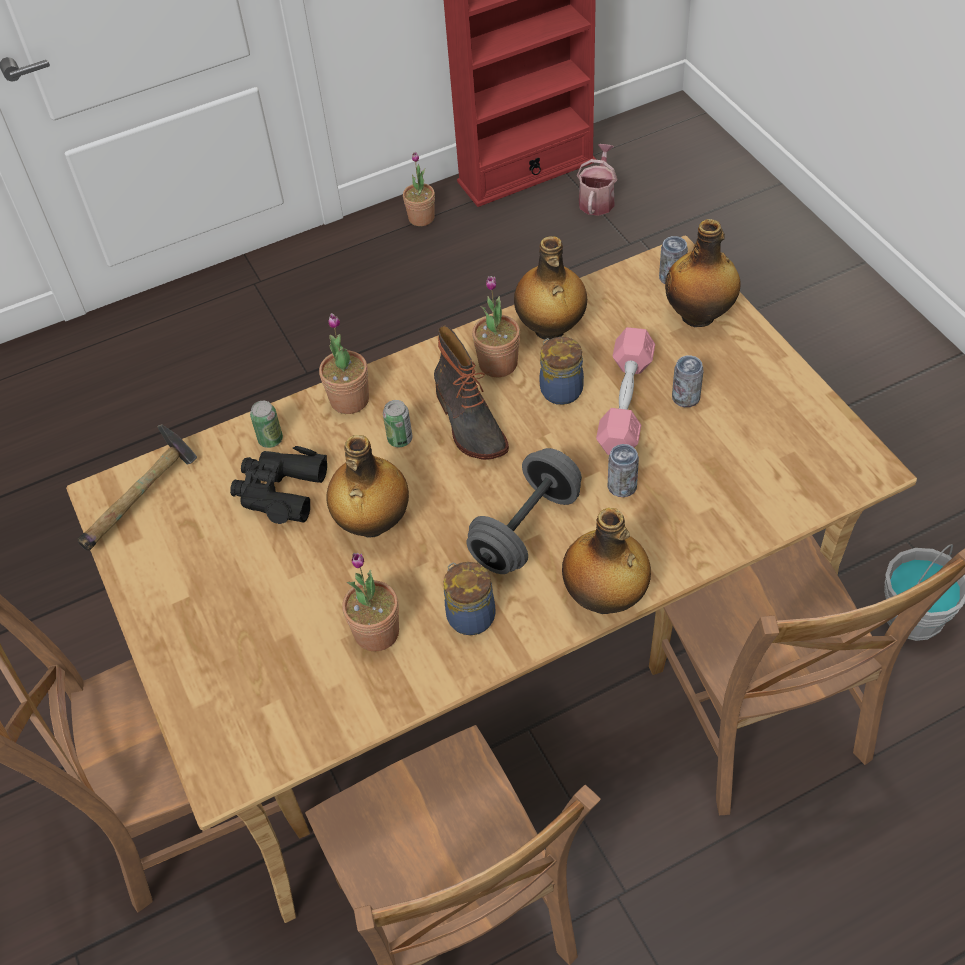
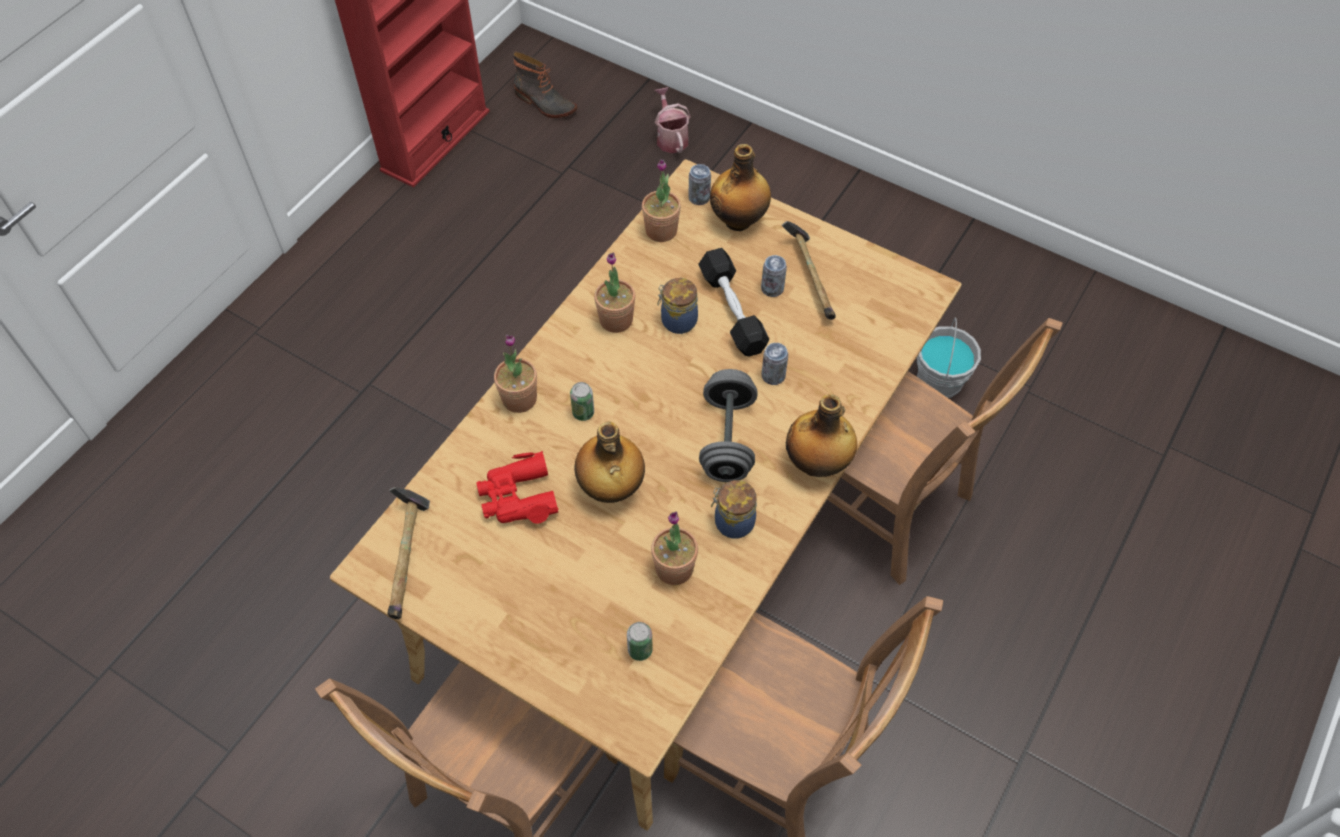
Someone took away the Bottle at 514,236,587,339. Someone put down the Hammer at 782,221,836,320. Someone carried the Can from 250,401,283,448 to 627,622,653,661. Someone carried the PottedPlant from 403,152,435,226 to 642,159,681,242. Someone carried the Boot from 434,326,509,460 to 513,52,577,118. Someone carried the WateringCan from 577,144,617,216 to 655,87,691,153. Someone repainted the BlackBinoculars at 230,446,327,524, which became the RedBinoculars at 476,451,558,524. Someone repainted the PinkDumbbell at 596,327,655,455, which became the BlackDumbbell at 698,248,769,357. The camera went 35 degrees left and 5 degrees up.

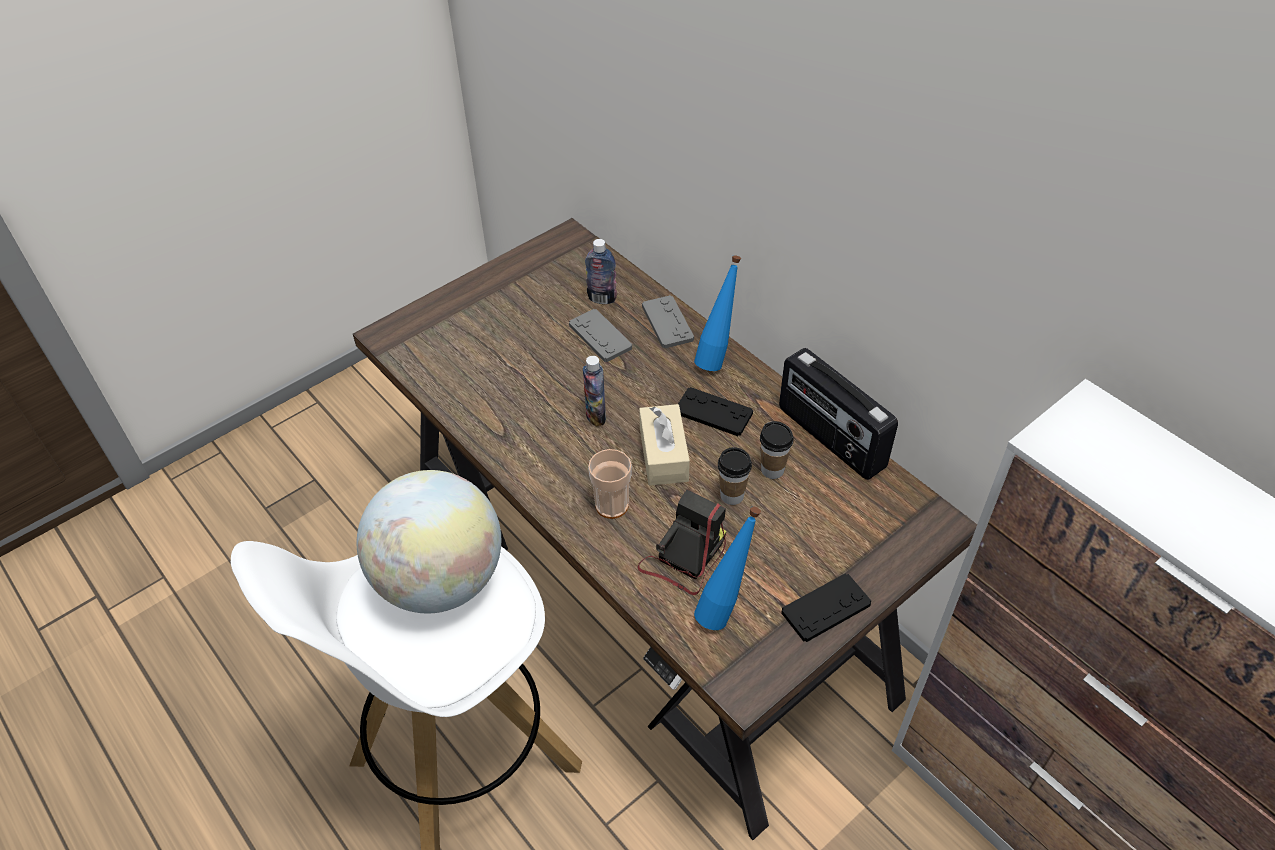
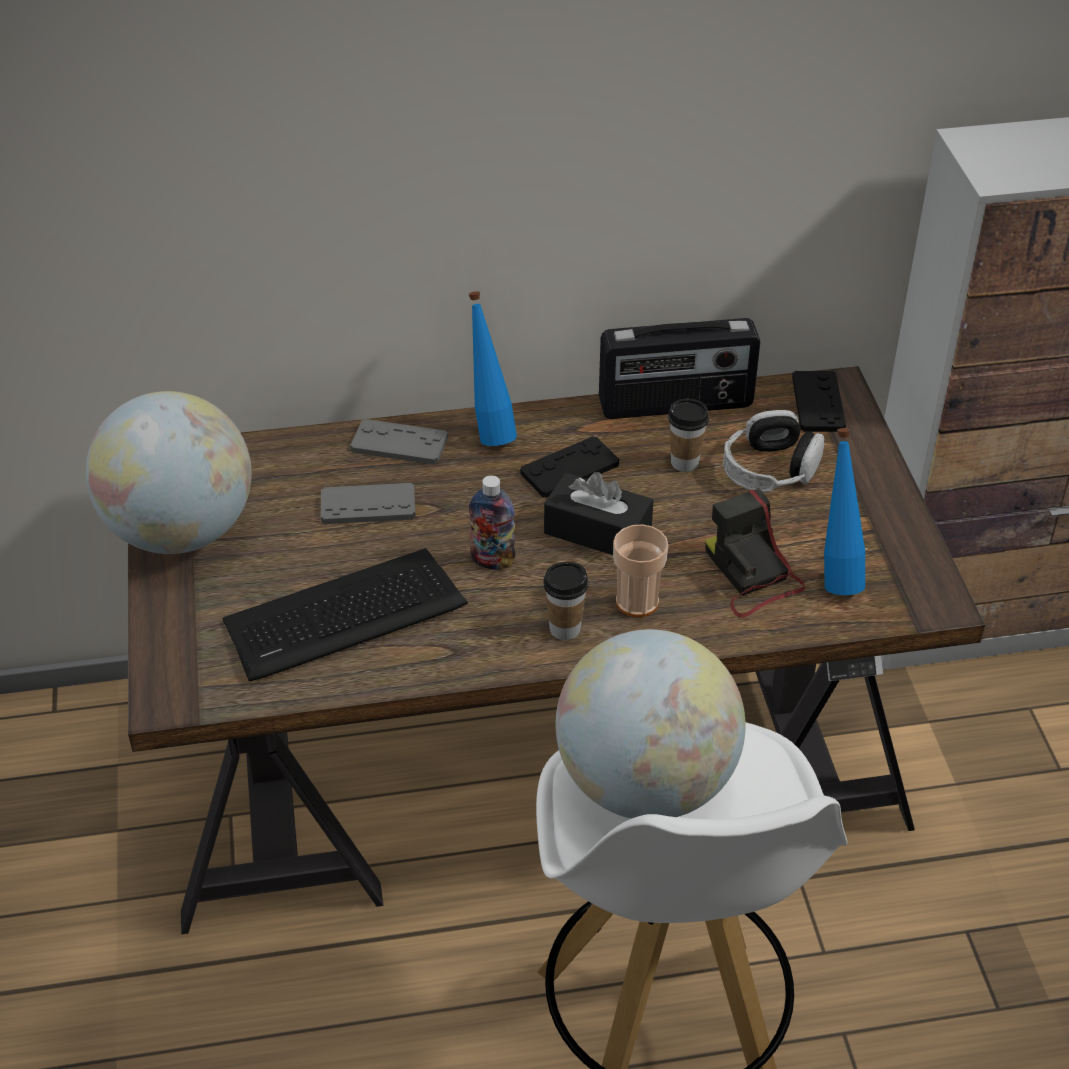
Someone took away the Bottle at 585,239,617,304. Someone put down the Globe at 86,391,252,554. Someone put down the Keyboard at 222,548,468,681. Someone put down the Headphones at 723,410,824,493. Someone carried the Cup from 718,447,752,505 to 543,562,588,640. Someone carried the BlackGameController from 781,573,871,642 to 792,371,846,432. Someone repainted the BeigeTissueBox at 639,404,690,486, which became the BlackTissueBox at 544,472,654,555. The camera went 60 degrees left and 5 degrees down.

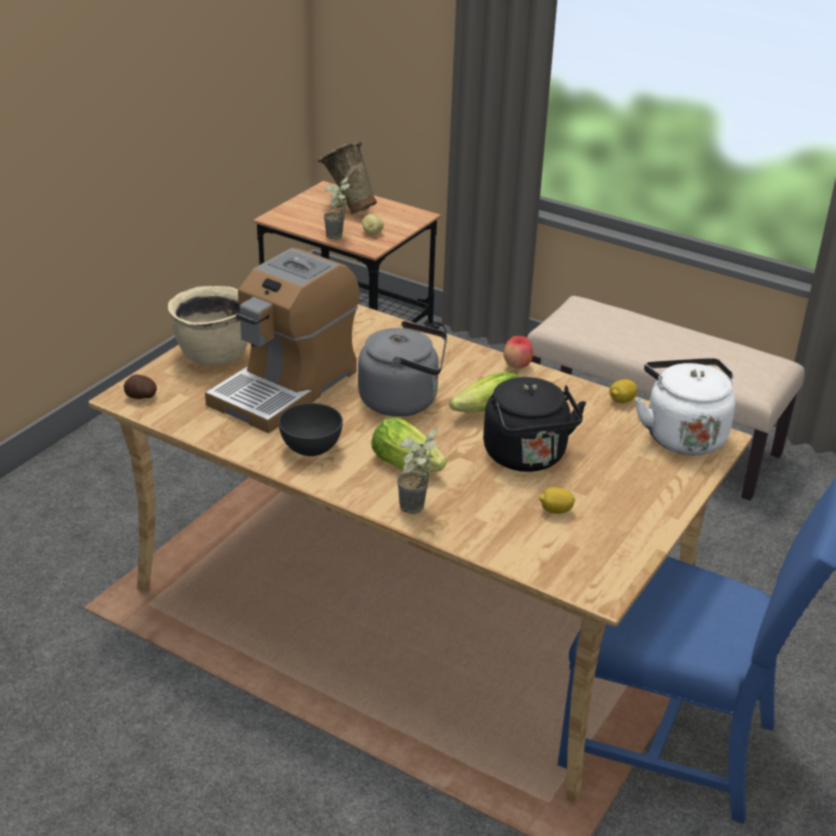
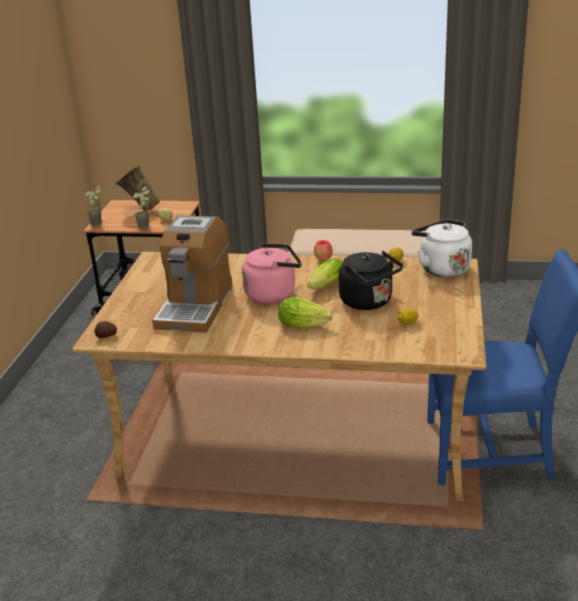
Someone took away the BeigeCookingPot at 168,286,248,366. Someone took away the GreyBowl at 278,403,343,456. Someone carried the PottedPlant from 397,428,437,514 to 85,185,102,227. Someone repainted the GreyKettle at 358,321,447,417, which became the PinkKettle at 242,243,302,304. The camera went 20 degrees left and 5 degrees down.

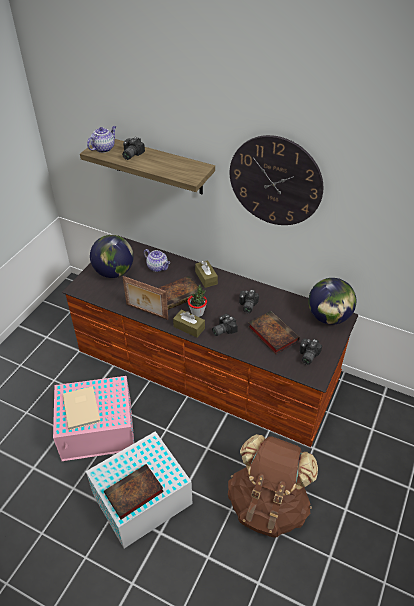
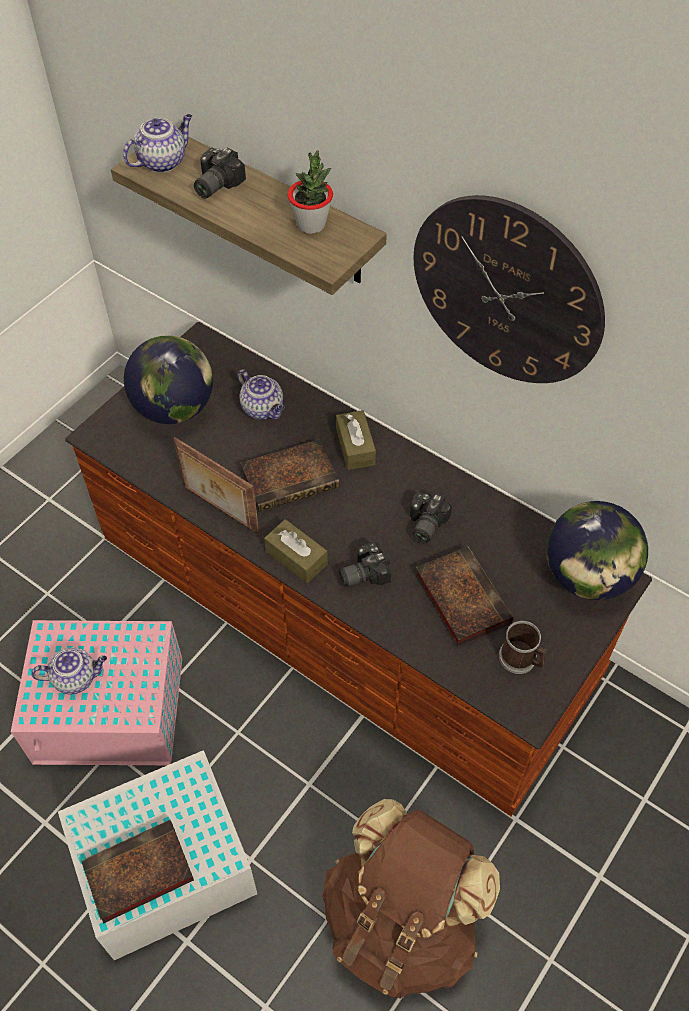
Someone carried the PottedPlant from 188,285,207,317 to 288,150,333,234. Someone swapped the BeigeBook at 63,386,101,430 for the Teapot at 31,647,107,694. Someone swapped the PhotoCamera at 299,339,322,365 for the Mug at 499,621,547,674. The camera went 10 degrees right and 10 degrees up.

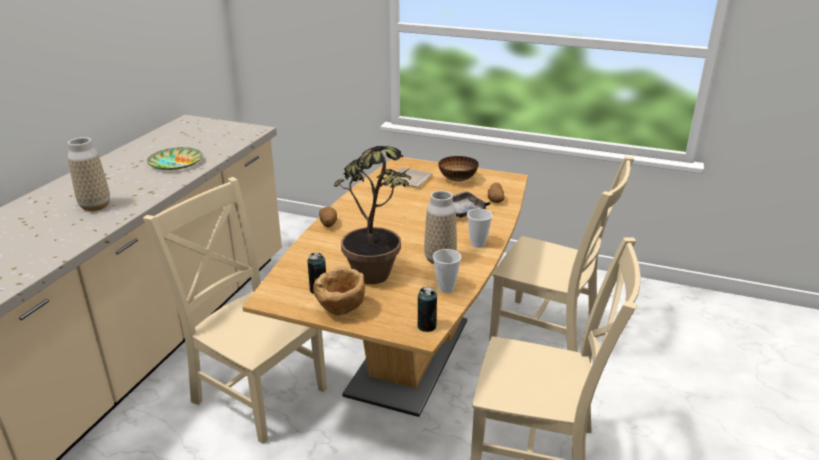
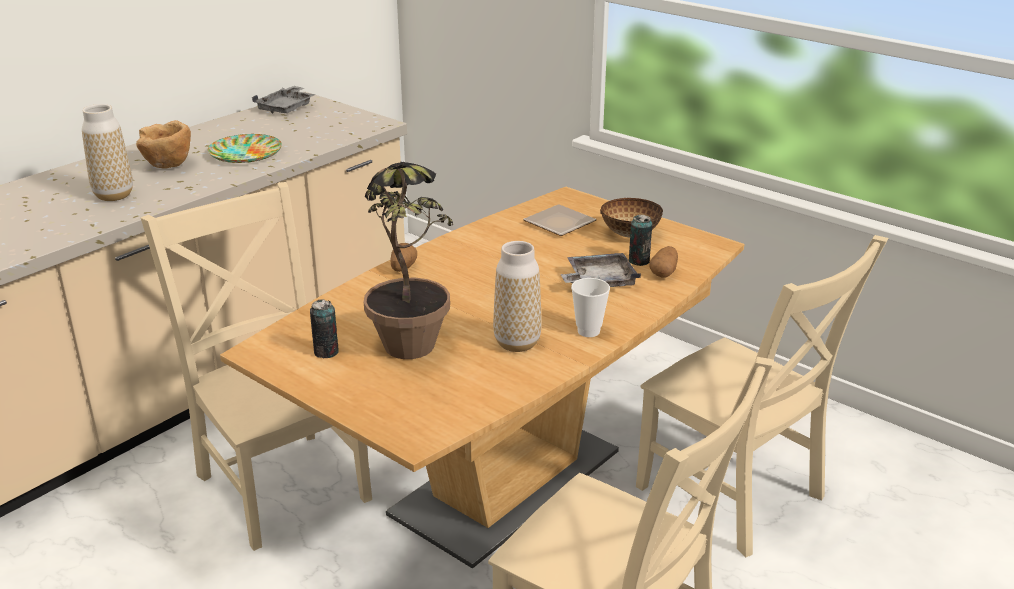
Someone took away the Cup at 433,249,461,293. Someone put down the GreyTray at 252,86,316,114. Someone carried the BrownBowl from 313,266,365,316 to 136,120,191,169. Someone carried the Can from 418,287,437,332 to 628,215,652,266. The camera went 20 degrees right and 0 degrees up.

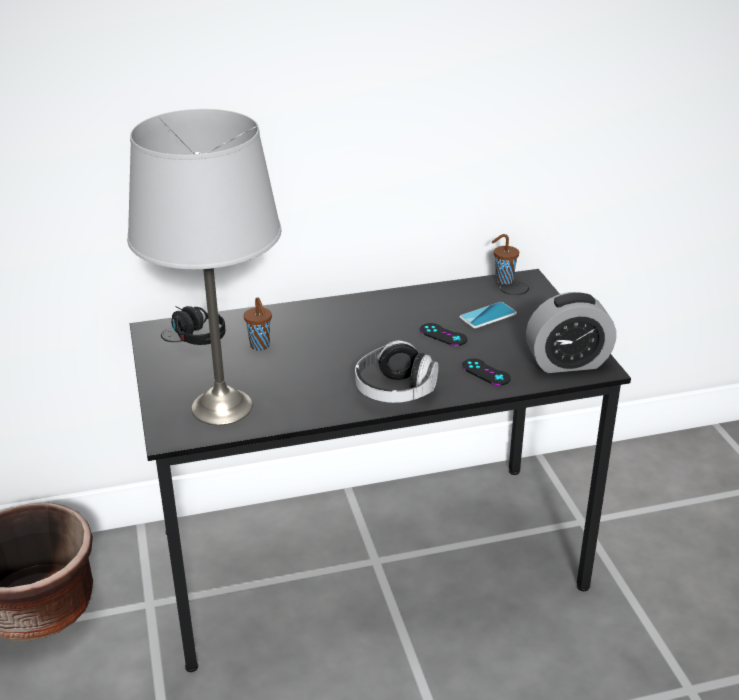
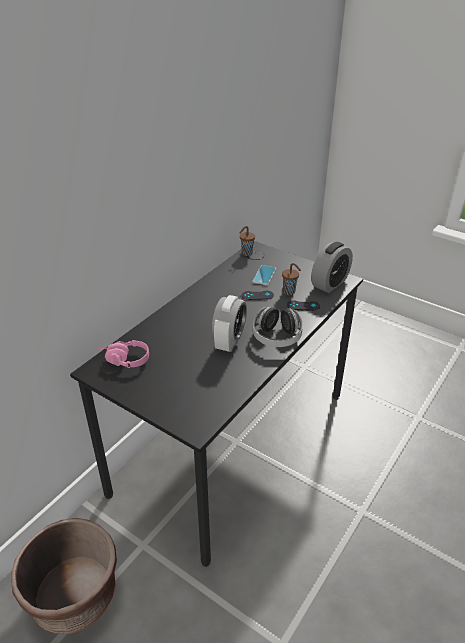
Someone took away the GreyTableLamp at 127,109,281,425. Someone put down the AlarmClock at 212,295,247,352. Someone carried the BrownCup from 244,297,272,351 to 282,263,301,295. Someone repainted the BlackHeadphones at 171,306,225,345, which became the PinkHeadphones at 97,340,149,368. The camera went 40 degrees left and 5 degrees up.

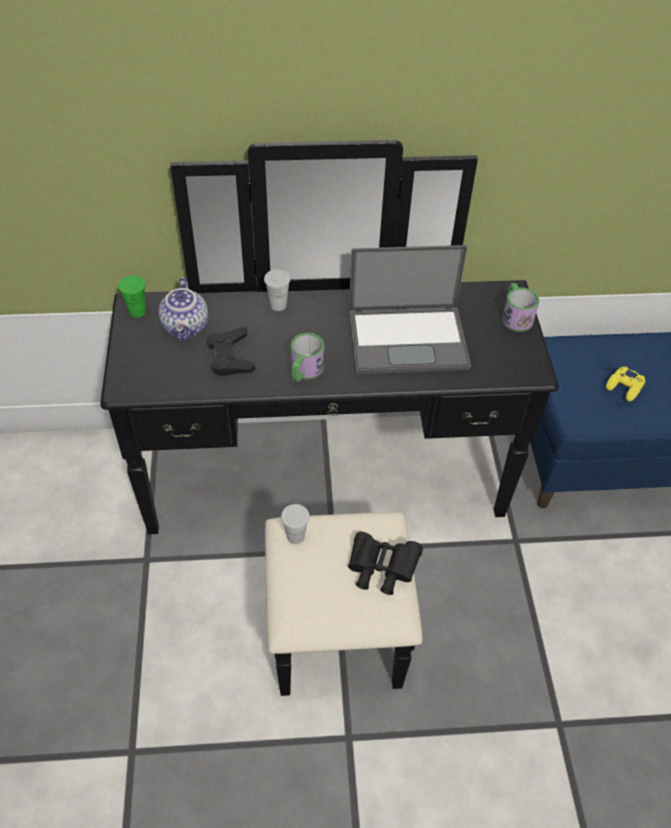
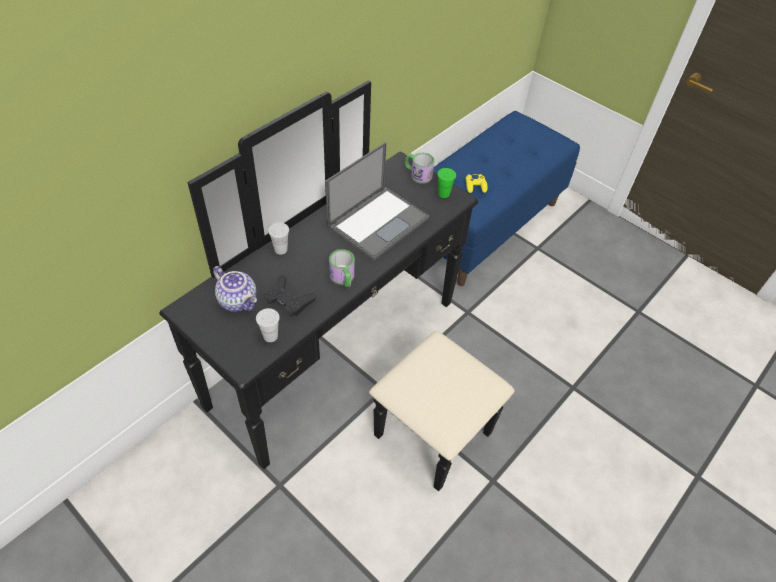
Someone took away the BlackBinoculars at 348,532,423,595. Someone carried the GreenCup from 118,276,146,318 to 437,168,456,198. Someone carried the WhiteCup from 281,504,310,544 to 256,308,280,342. The camera went 45 degrees left and 0 degrees up.

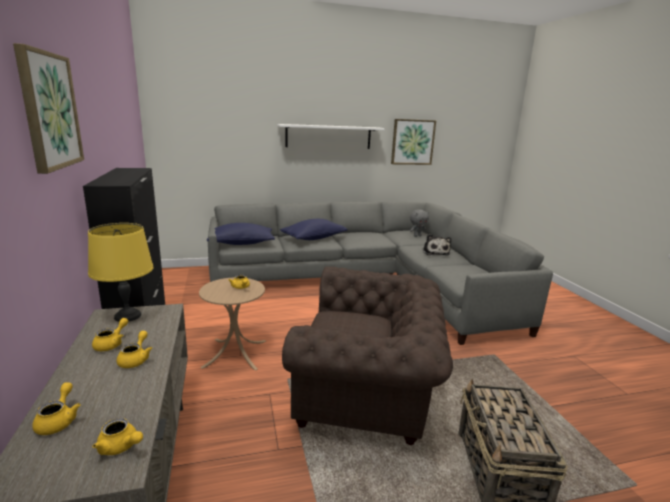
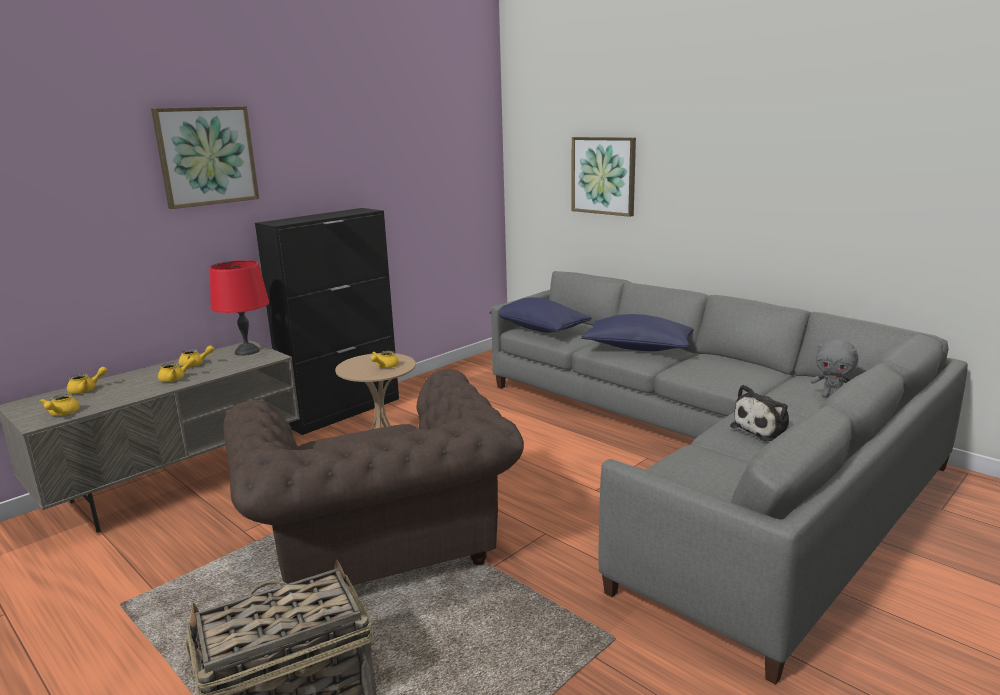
Someone took away the WhiteShelf at 277,124,385,149. Someone carried the Picture from 391,119,436,165 to 572,137,636,217. Someone repainted the YellowTableLamp at 88,223,154,322, which became the RedTableLamp at 210,260,269,356. The camera went 60 degrees right and 0 degrees up.

